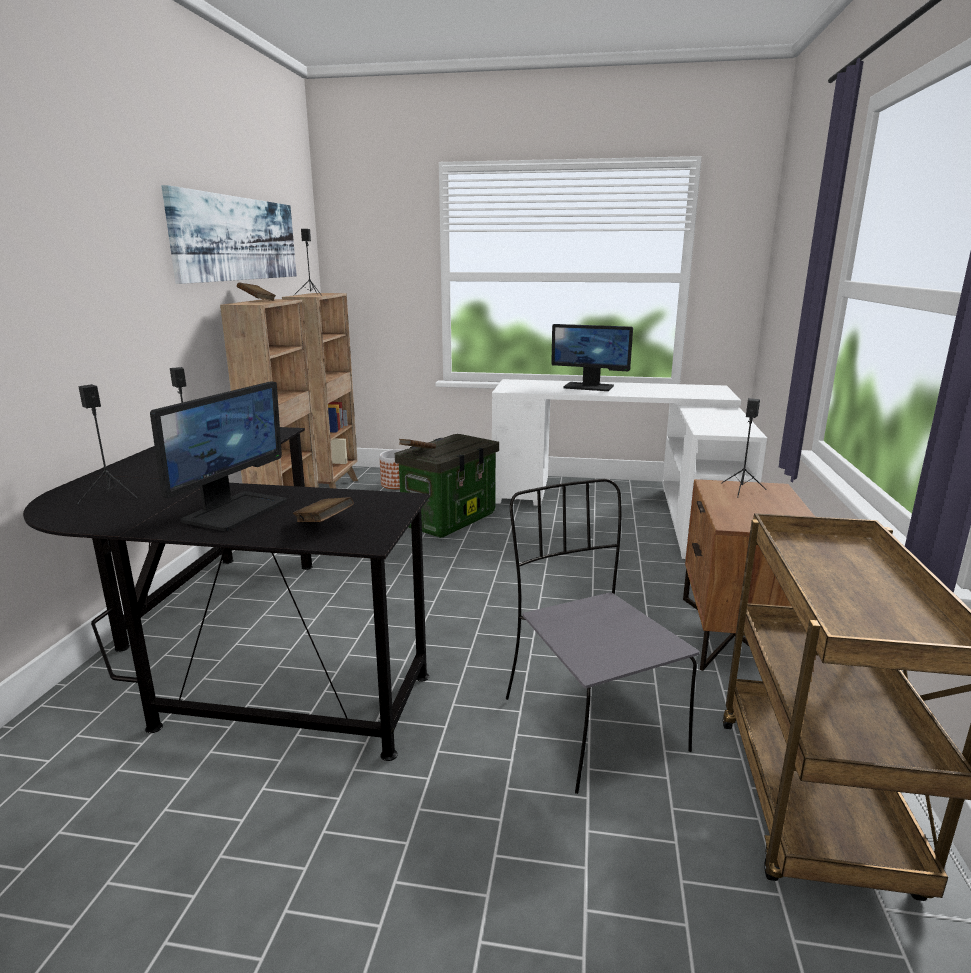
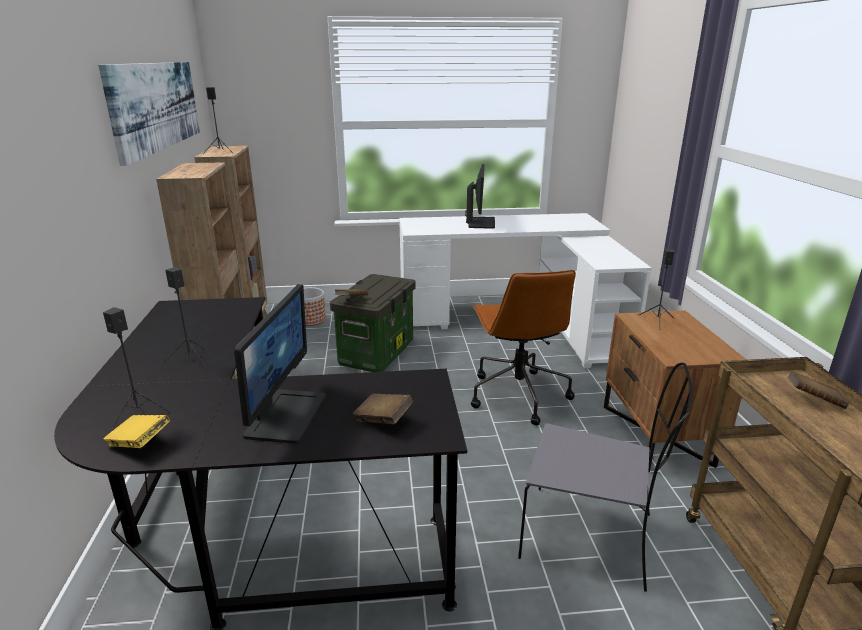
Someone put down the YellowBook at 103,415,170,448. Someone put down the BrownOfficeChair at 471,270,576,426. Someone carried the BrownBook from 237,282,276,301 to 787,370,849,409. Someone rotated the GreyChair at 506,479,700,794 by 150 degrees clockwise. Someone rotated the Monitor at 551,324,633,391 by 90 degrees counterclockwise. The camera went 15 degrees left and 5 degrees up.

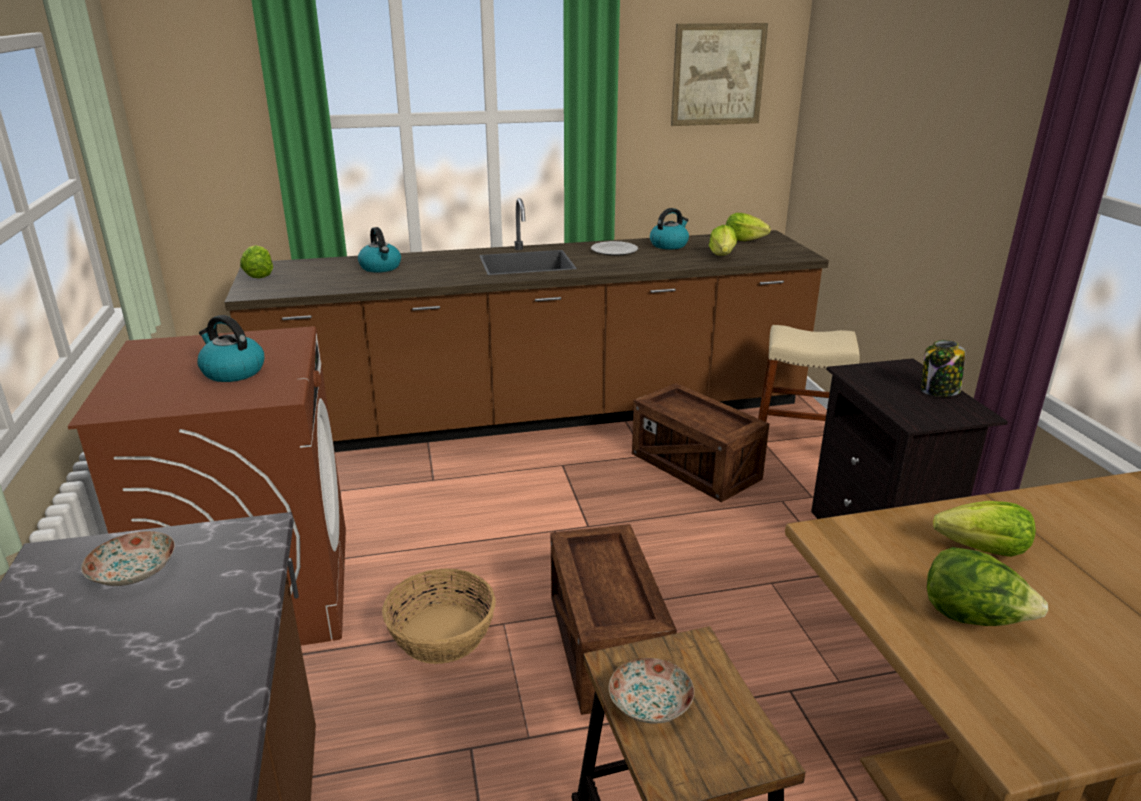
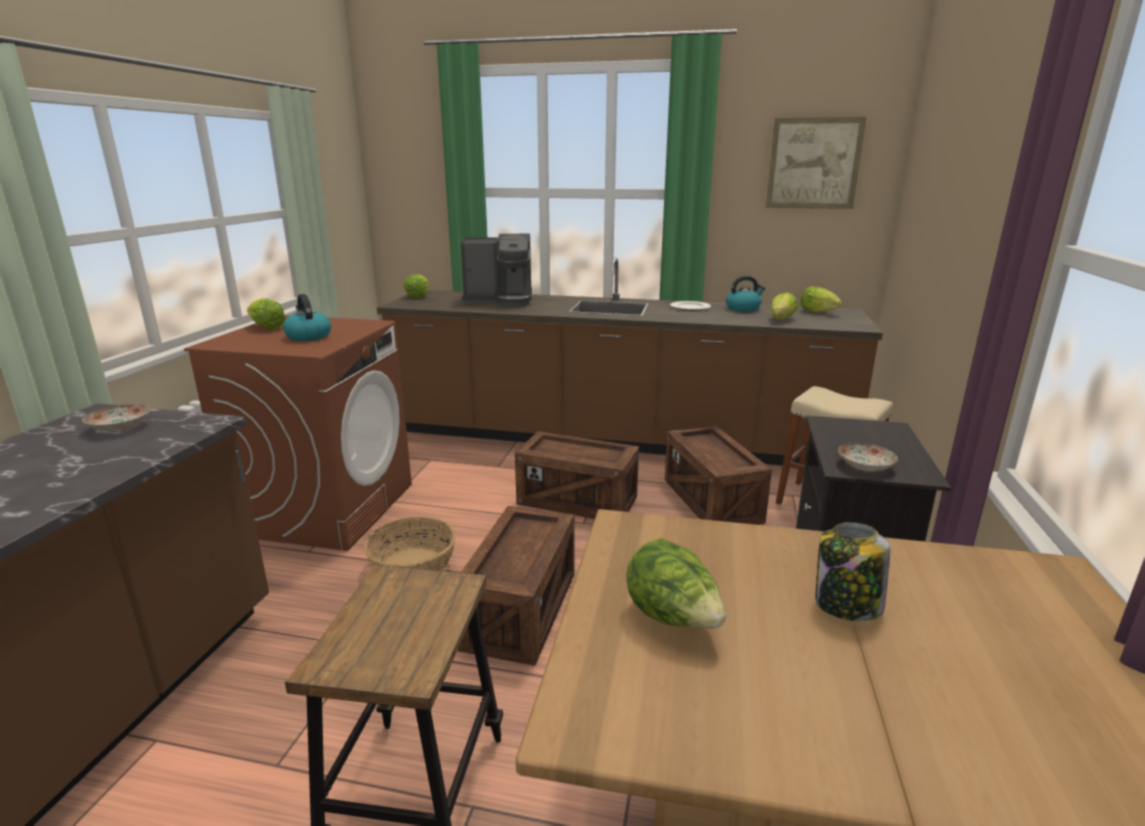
Someone put down the Crate at 515,432,639,519. Someone carried the Plate from 609,658,694,723 to 838,443,898,472. Someone carried the Jar from 921,340,965,397 to 815,522,890,621. Someone carried the Lettuce from 933,501,1036,557 to 247,298,286,329. Someone swapped the Kettle at 358,227,401,272 for the CoffeeMachine at 461,234,532,307. The camera went 25 degrees right and 5 degrees down.

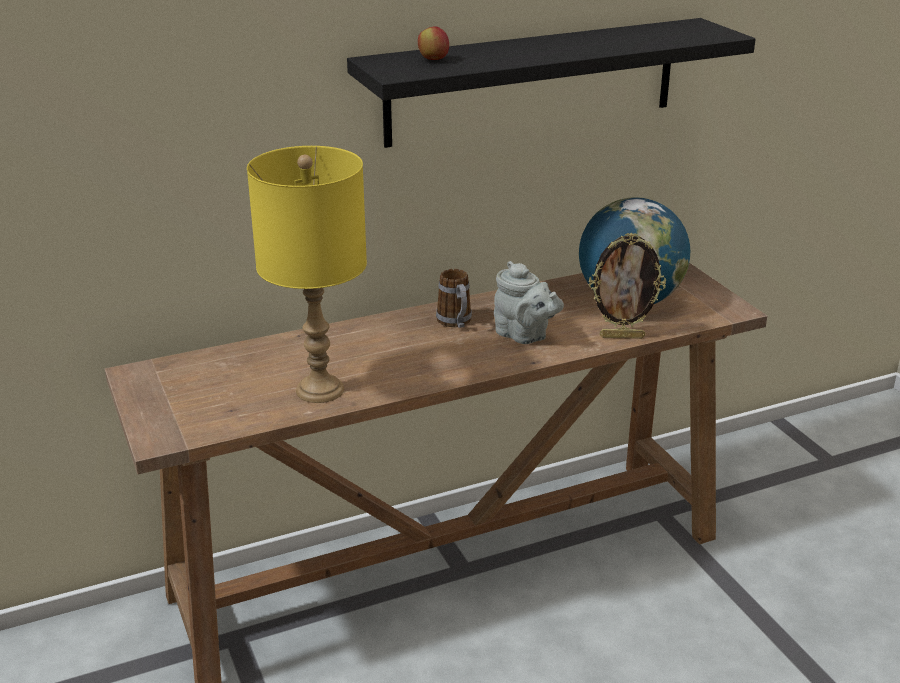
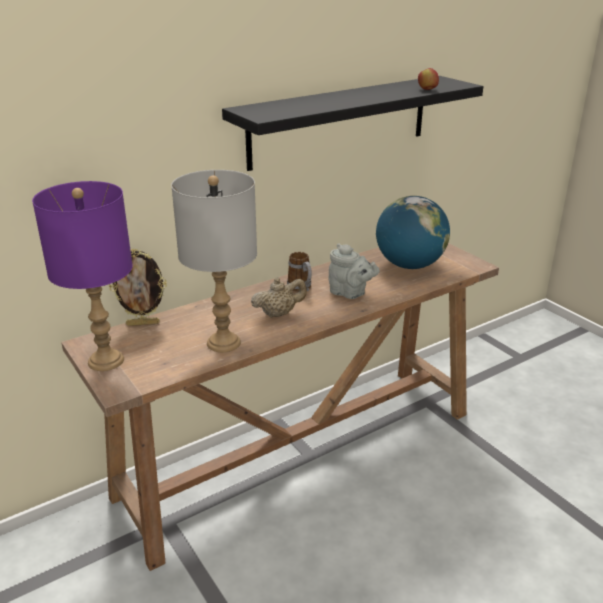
Someone put down the PurpleTableLamp at 32,181,133,371. Someone put down the BeigeTeapot at 251,277,307,318. Someone carried the Apple from 418,26,449,60 to 418,68,439,90. Someone carried the PictureFrame from 589,232,666,339 to 109,248,167,326. Someone repainted the YellowTableLamp at 247,146,367,403, which became the GreyTableLamp at 171,170,257,352. The camera went 10 degrees left and 0 degrees up.

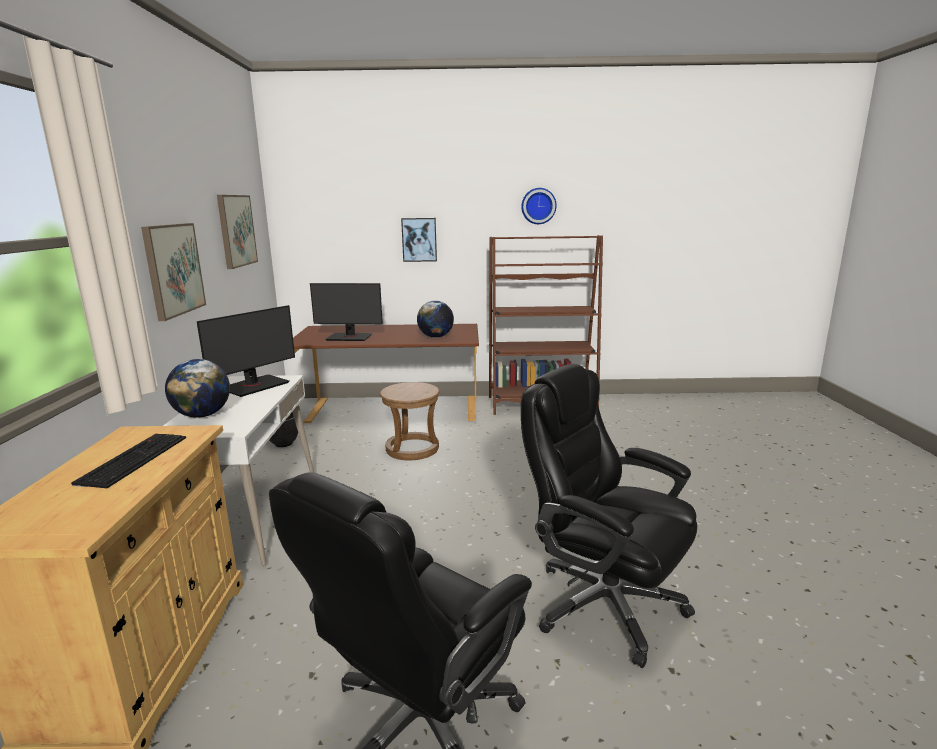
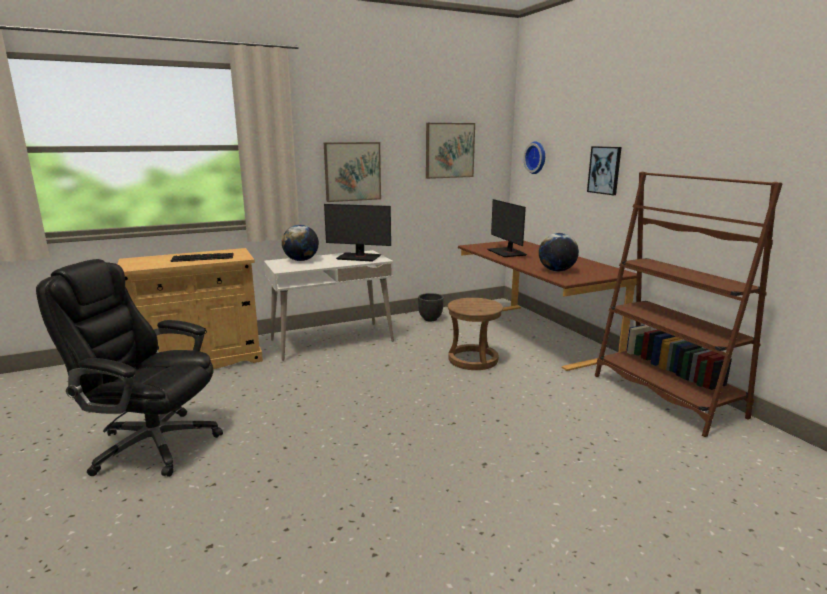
Someone took away the BlackOfficeChair at 521,364,697,668. Someone carried the WallClock from 521,188,557,224 to 524,141,545,174. The camera went 65 degrees right and 0 degrees up.

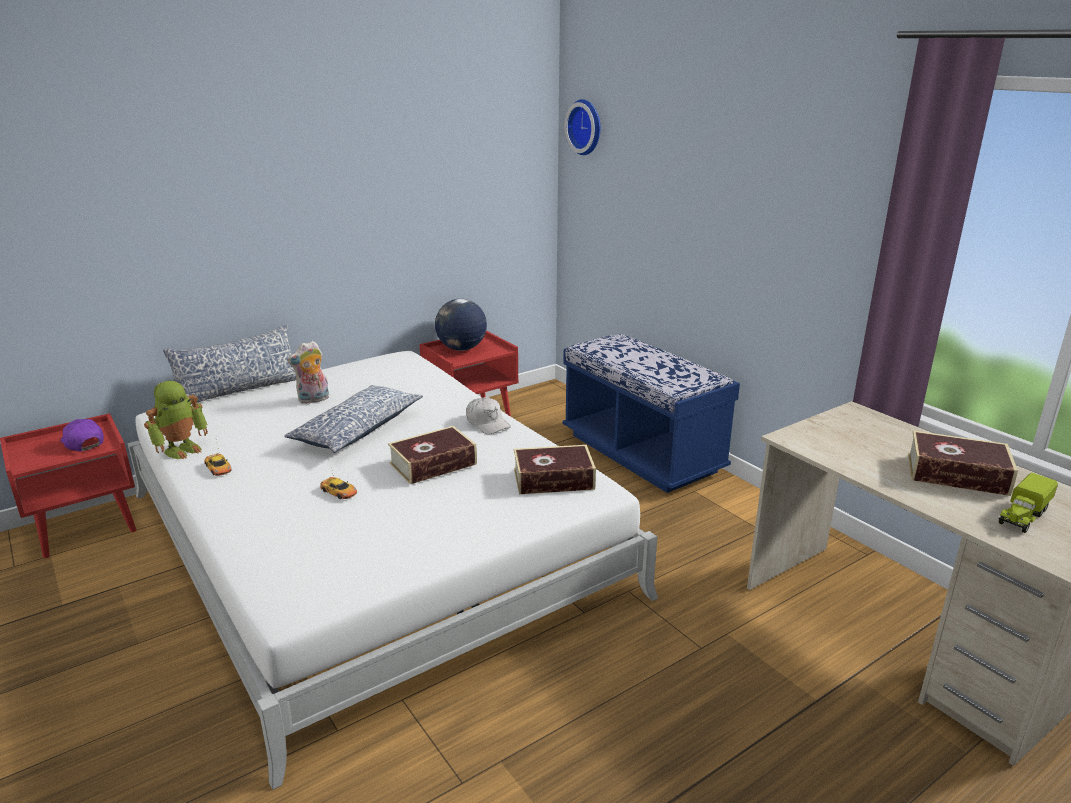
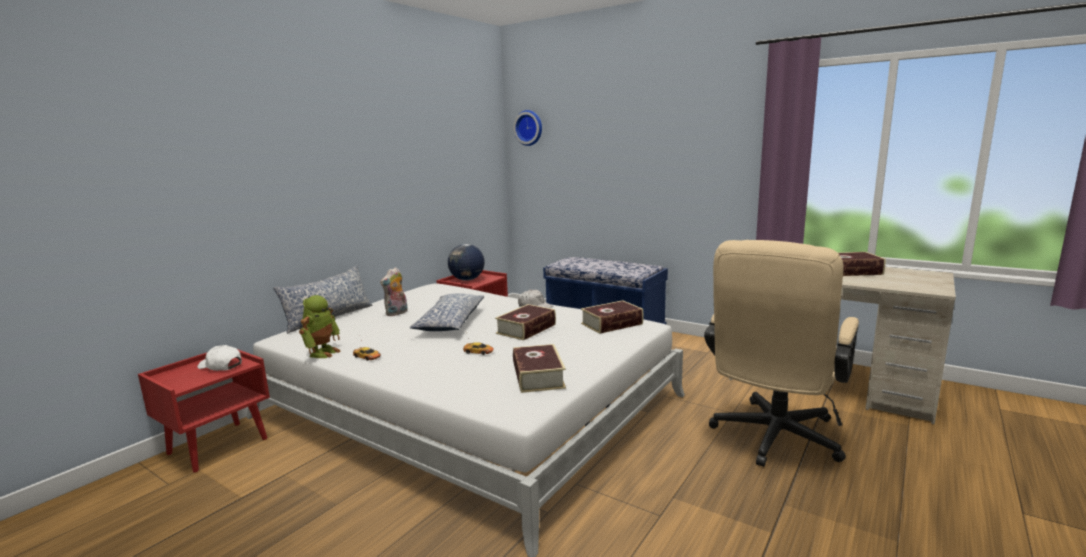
Someone took away the ToyTruck at 999,473,1058,533. Someone put down the Book at 513,344,566,393. Someone put down the BeigeOfficeChair at 704,240,859,467. Someone repainted the PurpleCap at 61,419,104,451, which became the WhiteCap at 197,345,242,371. The camera went 20 degrees left and 10 degrees down.

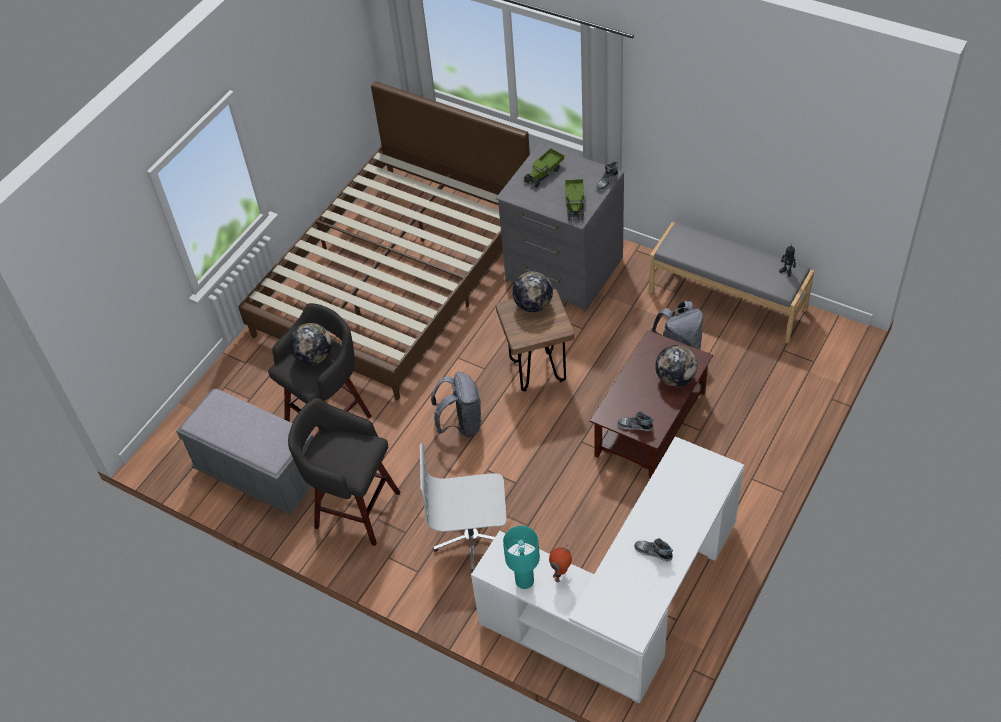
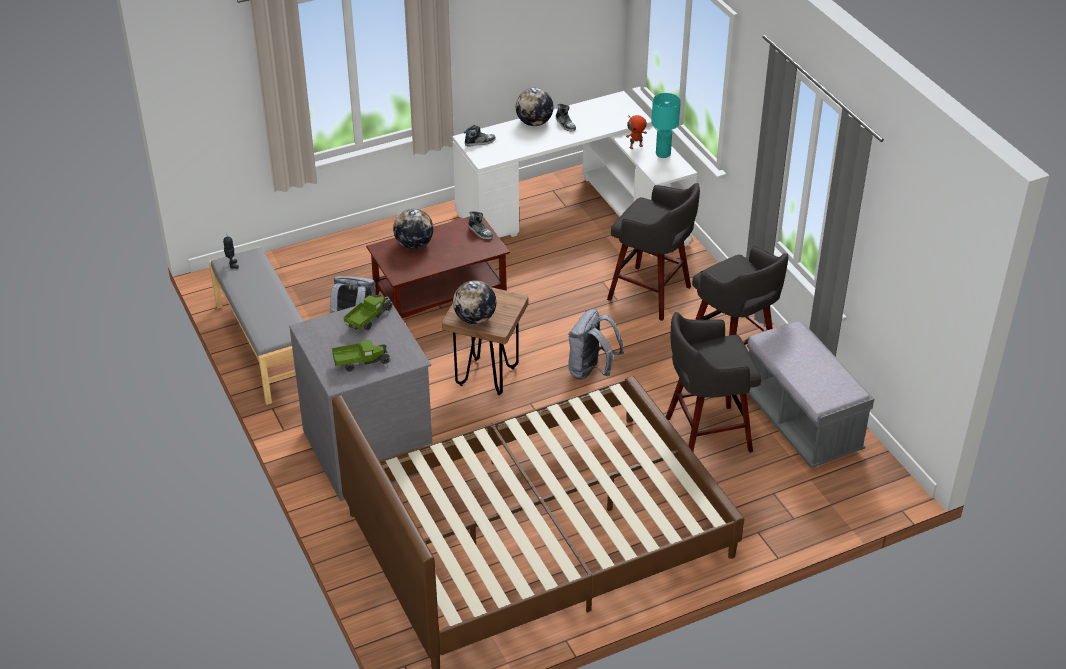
Someone carried the Globe from 290,323,332,365 to 516,88,553,126. Someone carried the Shoe from 596,161,618,192 to 464,125,496,147. Someone swapped the WhiteOfficeChair at 420,443,507,572 for the GreyStool at 607,183,700,321. The camera went 150 degrees left and 10 degrees down.

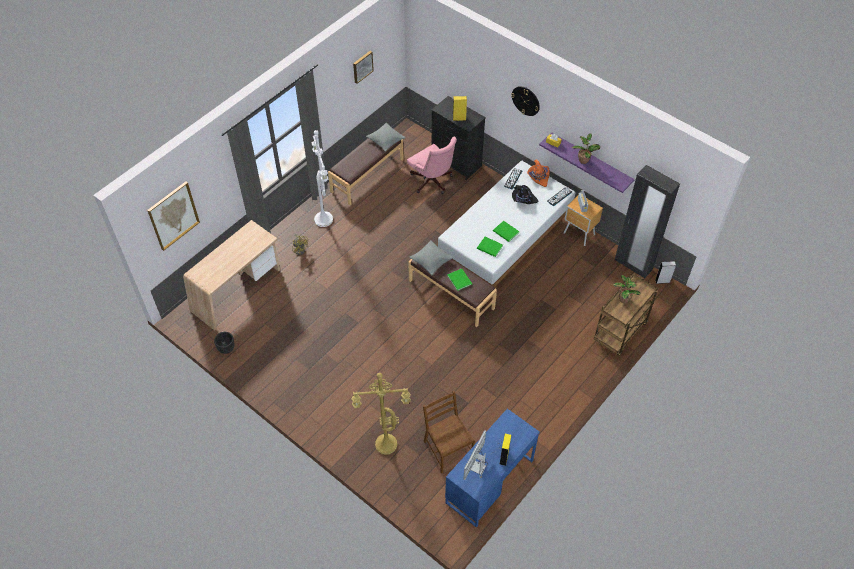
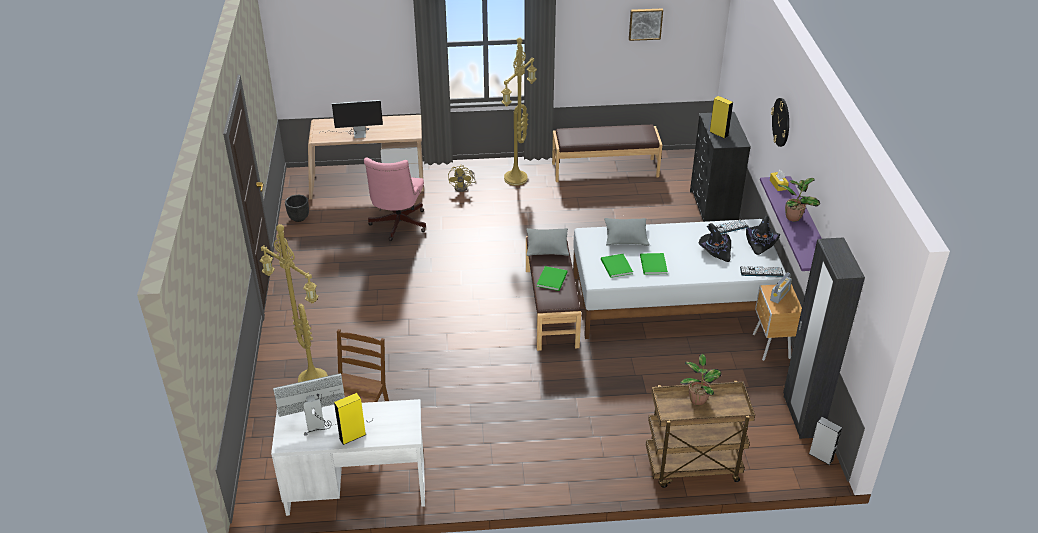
Someone took away the Picture at 147,181,200,251. Someone put down the Monitor at 322,100,383,138. Someone carried the GreyPillow from 366,123,406,152 to 604,218,650,246. Someone carried the PinkOfficeChair from 407,137,457,194 to 364,157,426,241. Someone repainted the WhiteFloorLamp at 312,130,333,227, which became the YellowFloorLamp at 501,38,537,186. Someone repainted the BlueDesk at 445,409,540,528, which became the WhiteDesk at 271,399,425,516. Someone repainted the OrangeHat at 527,159,550,187, which became the BlackHat at 746,215,780,255. The camera went 45 degrees right and 15 degrees down.

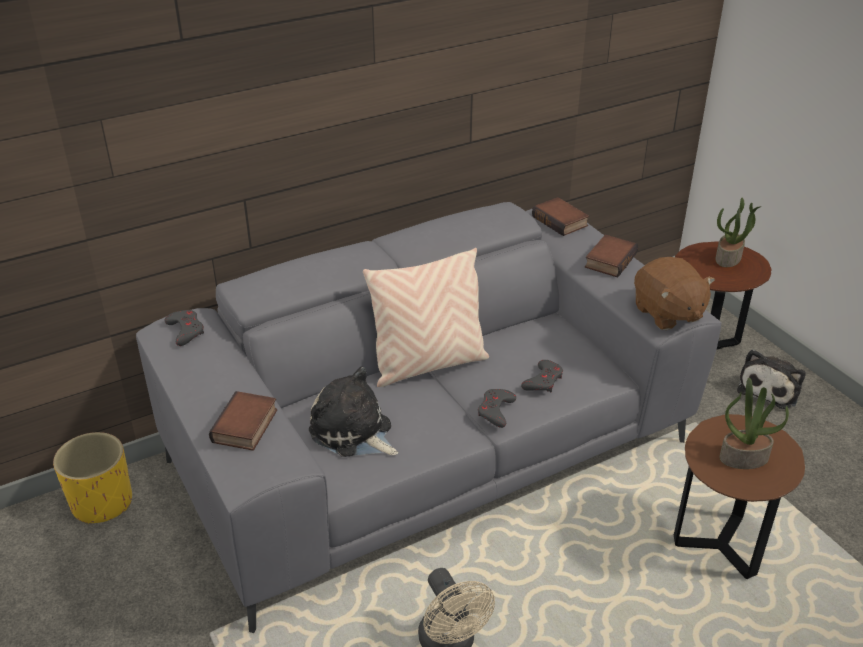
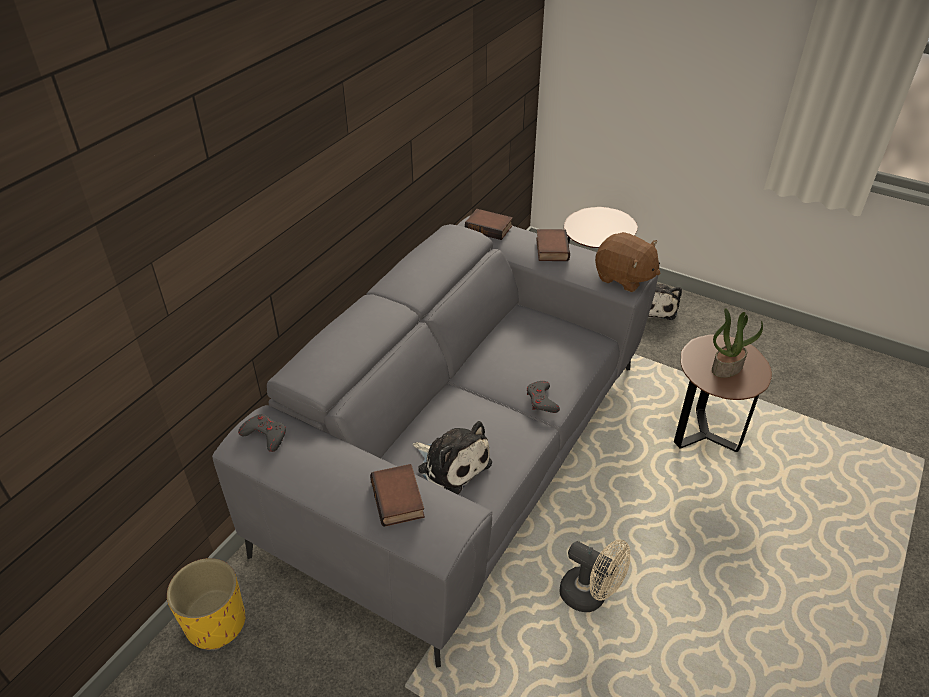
Someone took away the BeigePillow at 363,248,489,387. Someone took away the GreyGameController at 521,360,563,392. Someone took away the PottedPlant at 715,198,761,267. Someone rotated the PlushToy at 309,367,398,457 by 150 degrees counterclockwise. The camera went 30 degrees left and 5 degrees up.

